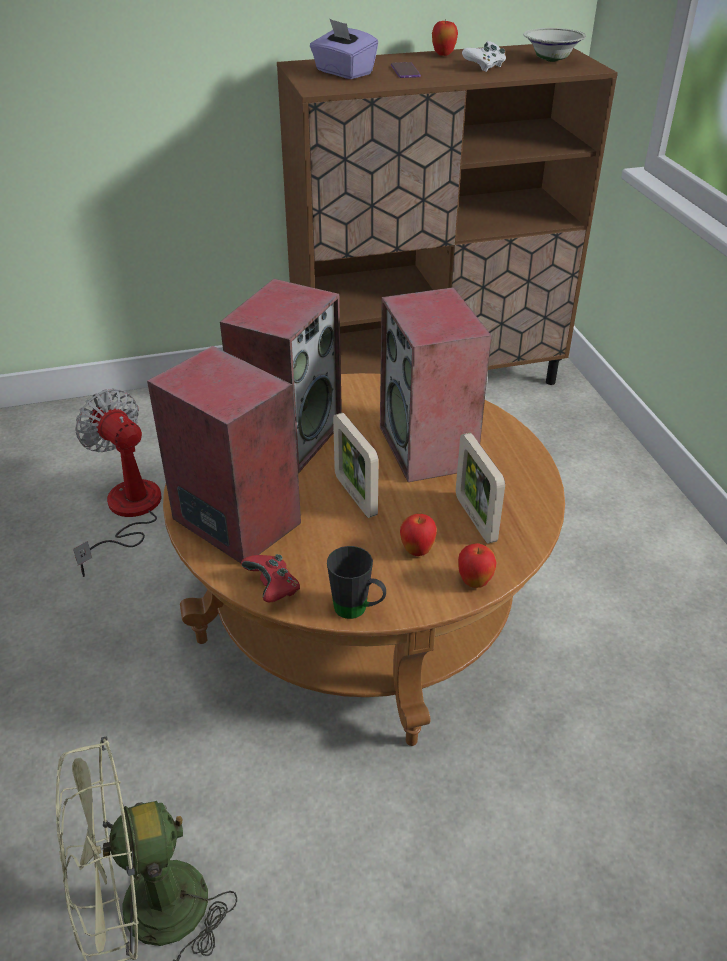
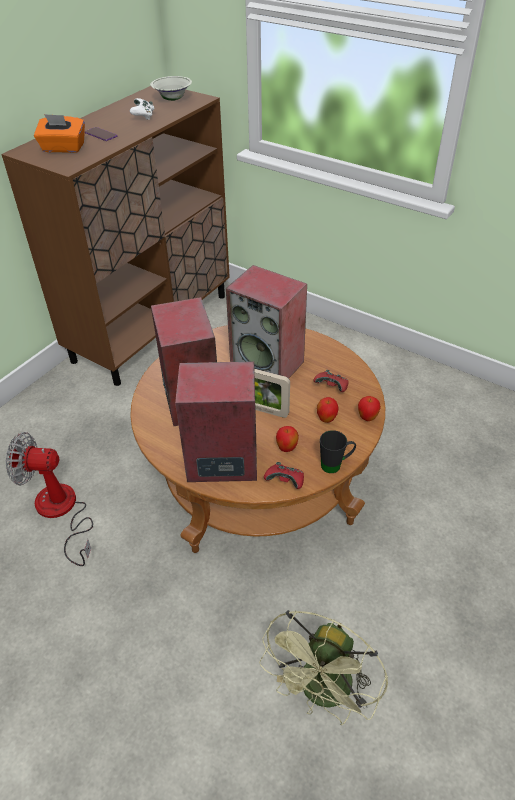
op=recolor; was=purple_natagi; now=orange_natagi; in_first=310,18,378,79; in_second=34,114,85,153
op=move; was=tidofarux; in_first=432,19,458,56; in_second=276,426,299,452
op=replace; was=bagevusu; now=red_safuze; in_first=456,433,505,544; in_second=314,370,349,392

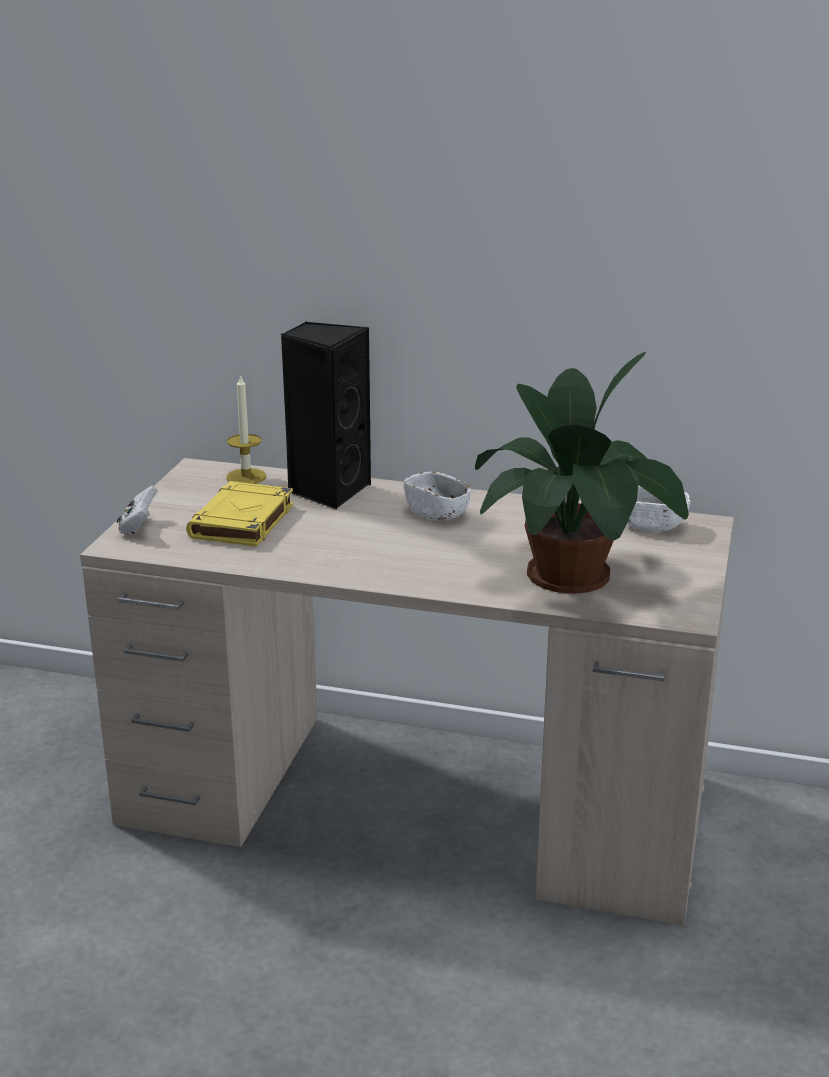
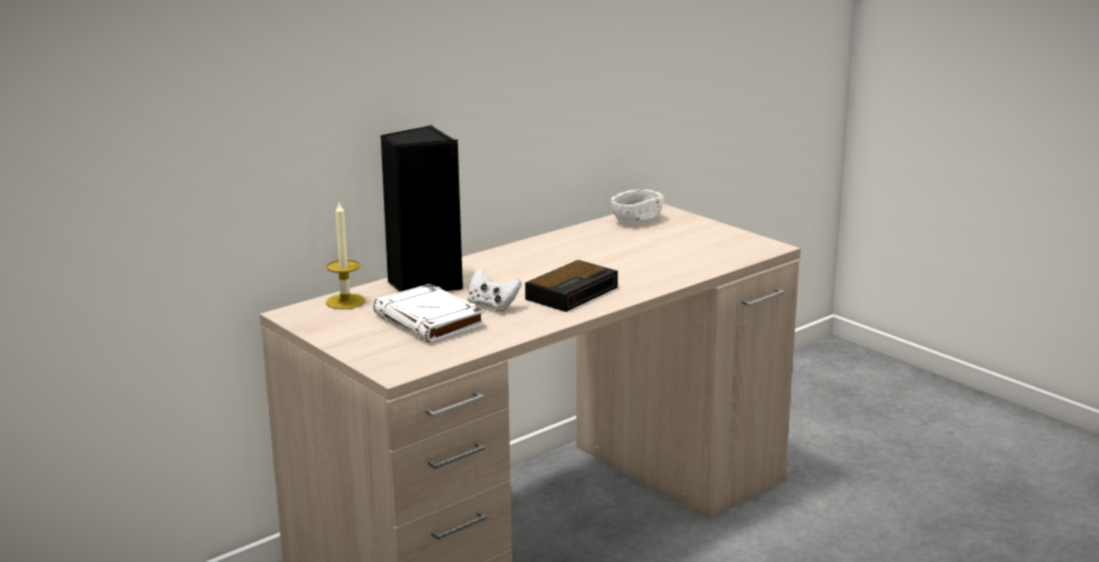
op=move; was=white_safuze; in_first=117,486,158,535; in_second=468,269,522,312
op=recolor; was=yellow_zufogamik; now=white_zufogamik; in_first=186,481,294,547; in_second=373,284,485,343
op=delete; was=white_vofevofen; in_first=403,472,471,520
op=delete; was=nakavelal; in_first=475,352,689,594
op=insert; now=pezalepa; in_second=525,260,618,312

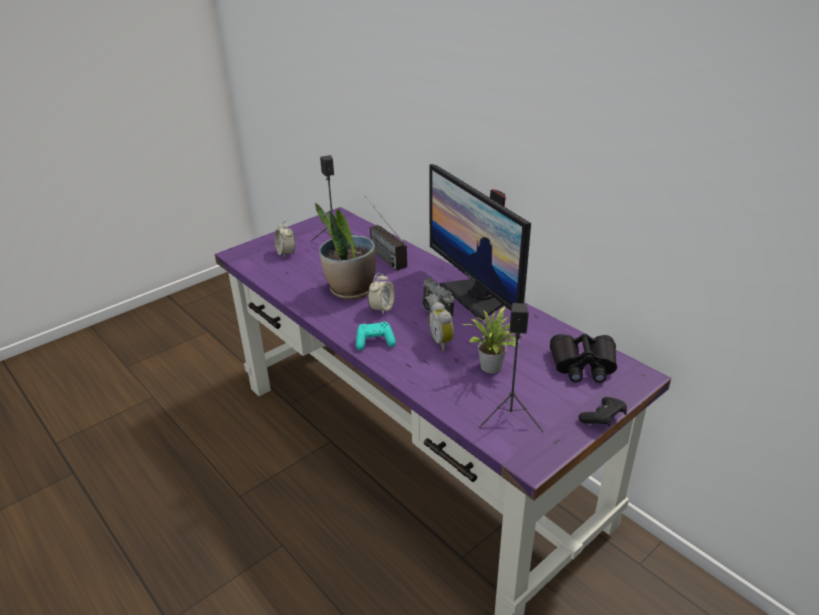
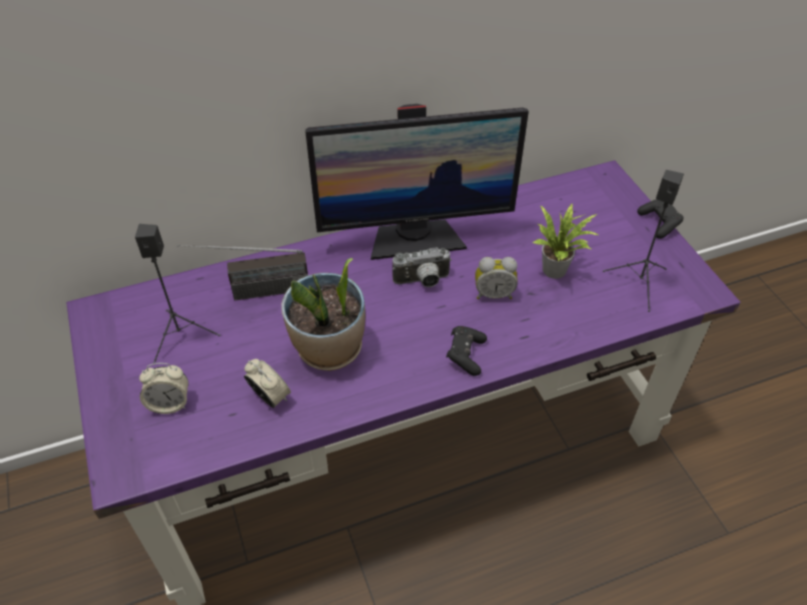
op=recolor; was=turquoise_safuze; now=black_safuze; in_first=356,322,396,351; in_second=446,326,487,376
op=move; was=pezalepa; in_first=368,272,395,315; in_second=244,359,291,408
op=delete; was=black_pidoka; in_first=550,334,617,383

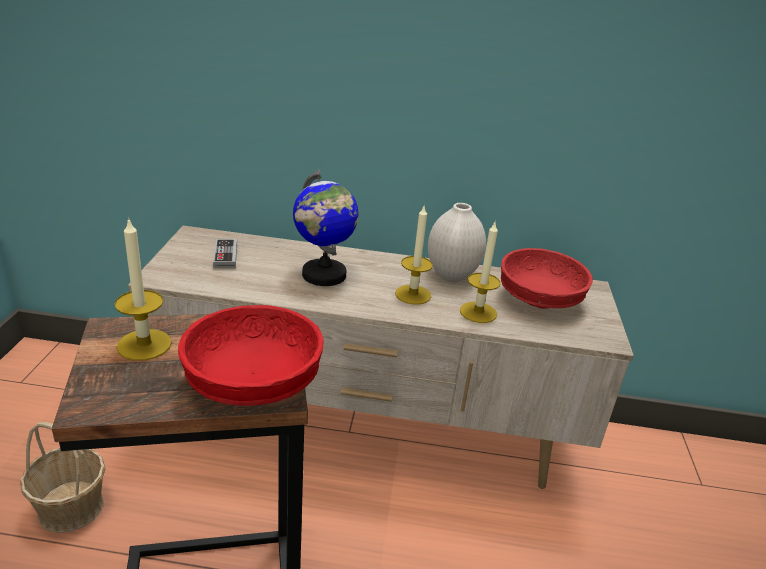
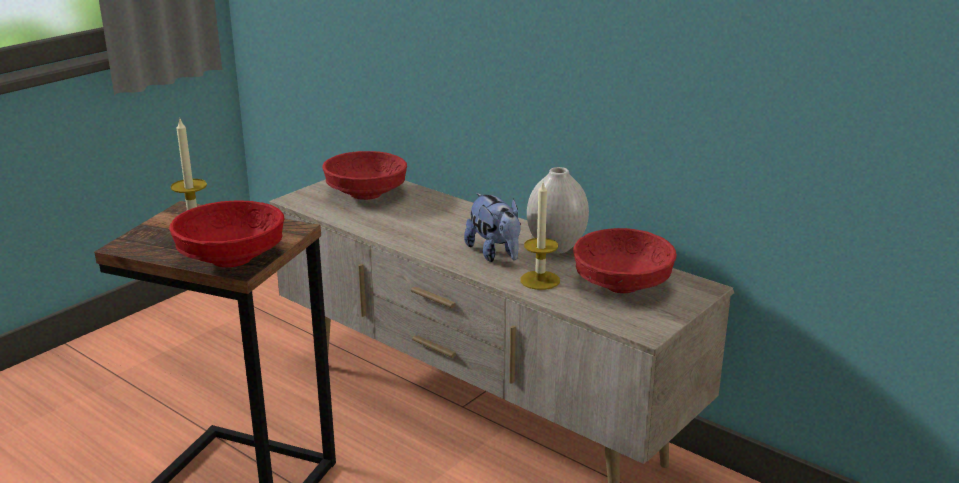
op=delete; was=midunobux; in_first=20,422,105,533
op=replace; was=safuze; now=red_vofevofen; in_first=213,239,237,268; in_second=322,151,407,200
op=delete; was=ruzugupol; in_first=293,170,359,286
op=replace; was=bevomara; now=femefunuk; in_first=395,204,433,305; in_second=464,193,521,262

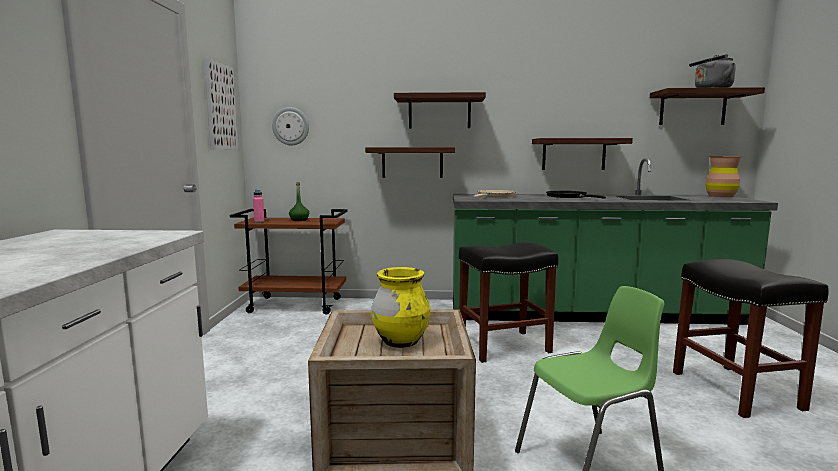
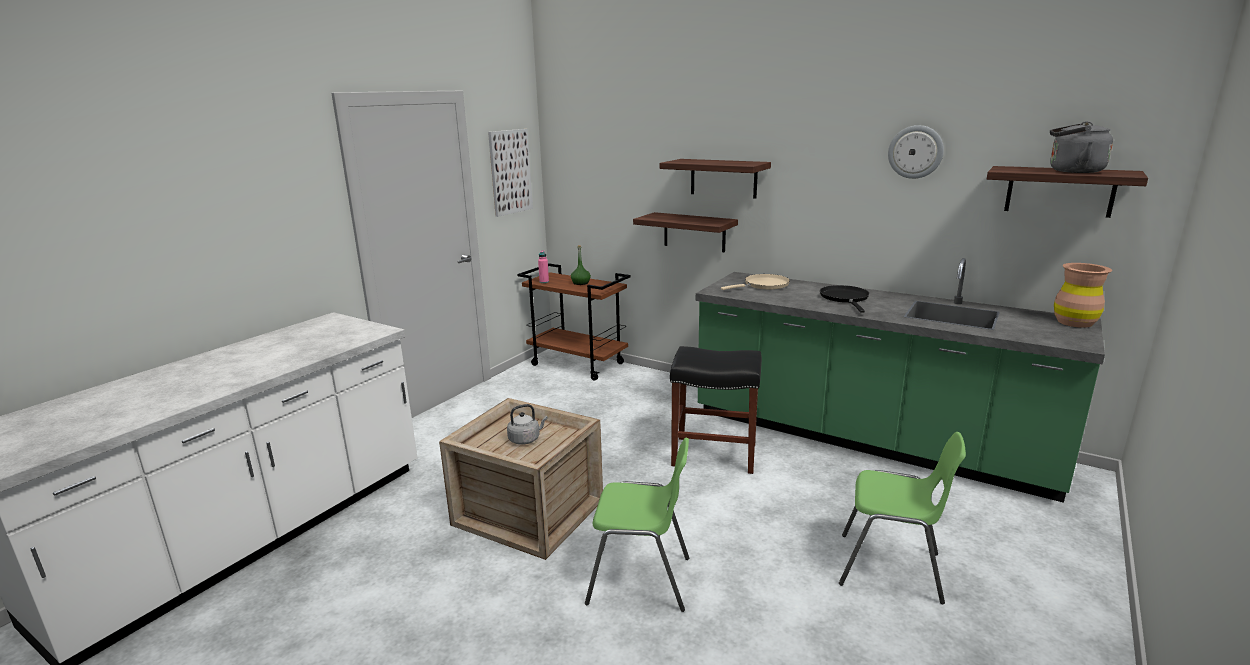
op=move; was=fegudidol; in_first=272,107,309,145; in_second=888,125,944,179
op=replace; was=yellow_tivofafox; now=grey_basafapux; in_first=371,267,430,348; in_second=507,404,548,445
op=delete; was=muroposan; in_first=532,138,633,170
op=replace; was=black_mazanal; now=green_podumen; in_first=673,259,829,418; in_second=839,432,966,604

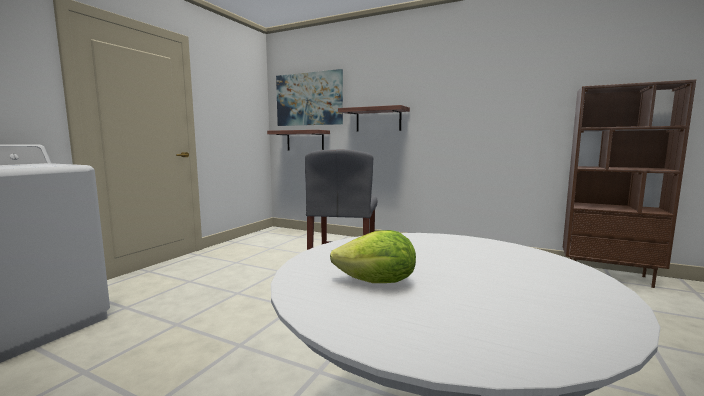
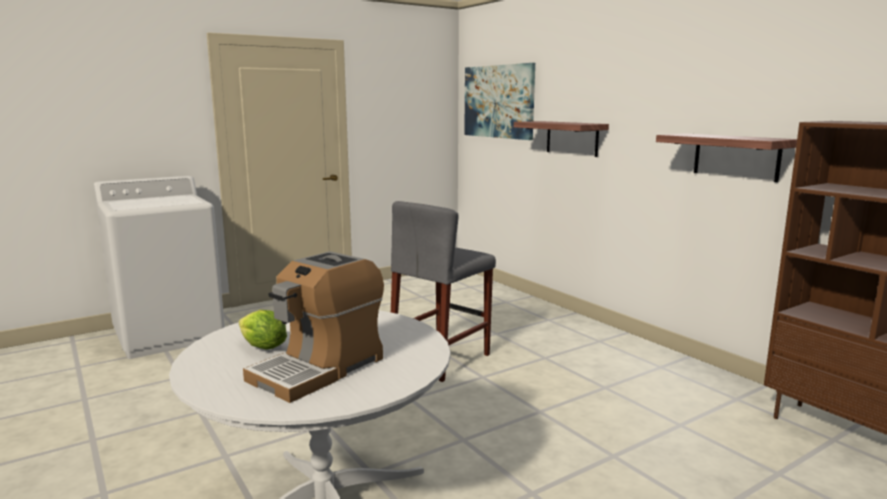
op=move; was=muroposan; in_first=267,130,330,150; in_second=656,133,797,182
op=insert; now=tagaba; in_second=243,251,384,403

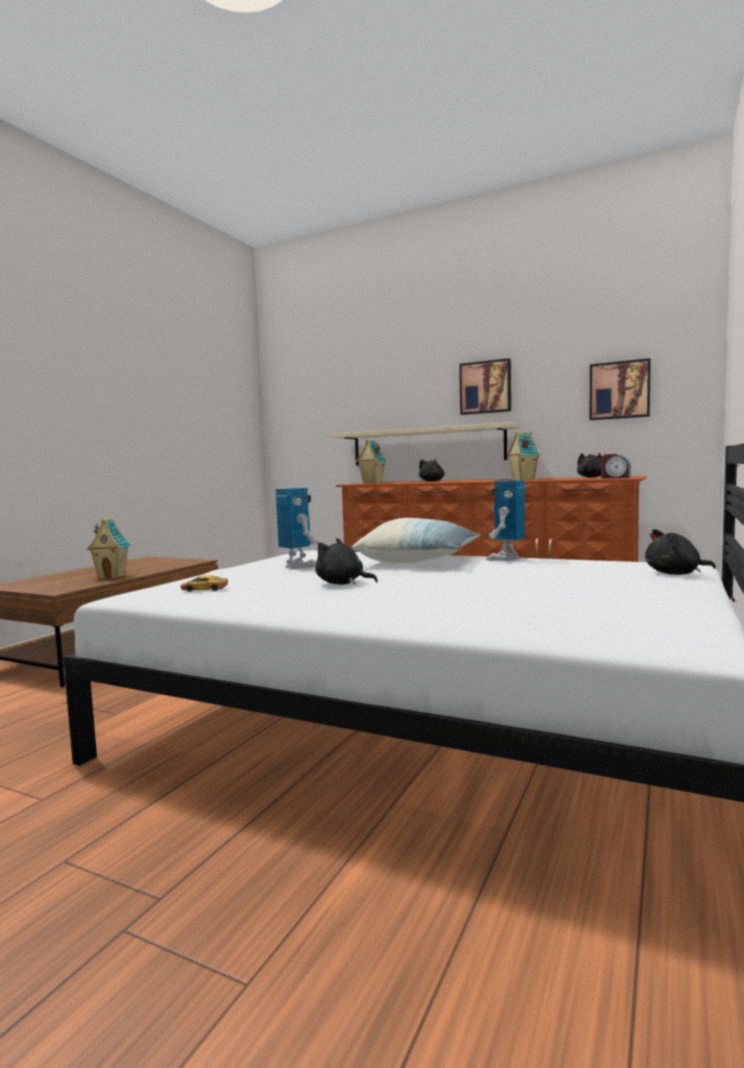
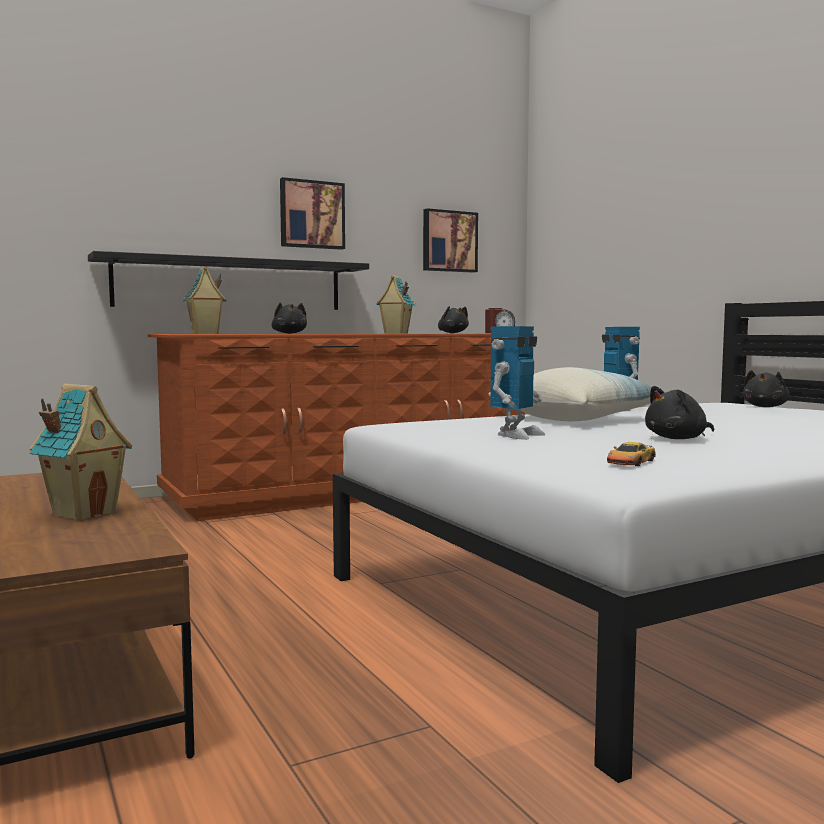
op=rotate; was=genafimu; in_first=275,488,318,569; in_second=490,326,545,440; clockwise=135
op=recolor; was=beige_muroposan; now=black_muroposan; in_first=331,422,520,465; in_second=88,251,369,310

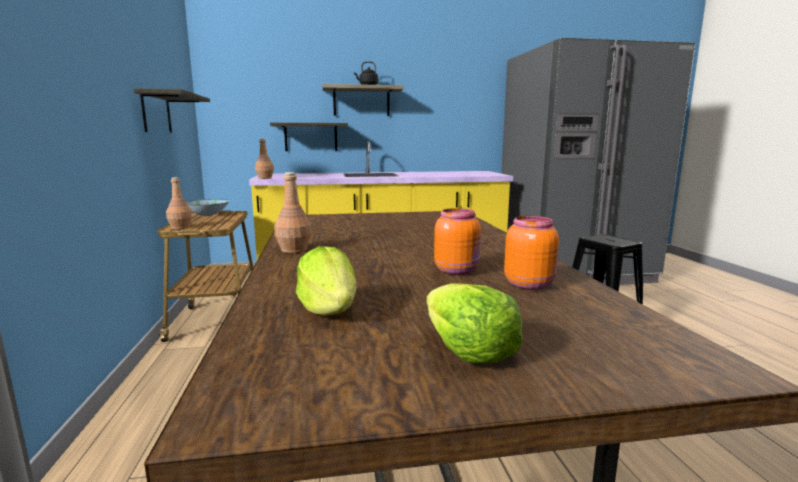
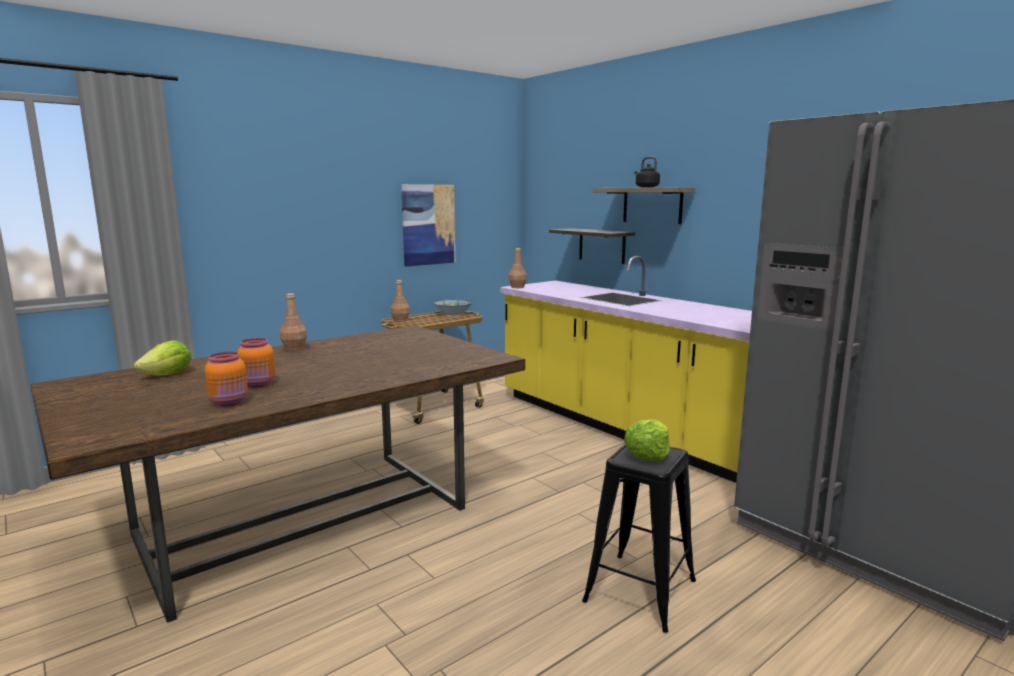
op=replace; was=muroposan; now=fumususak; in_first=134,88,210,133; in_second=401,184,455,267
op=move; was=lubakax; in_first=427,283,523,364; in_second=624,420,670,461

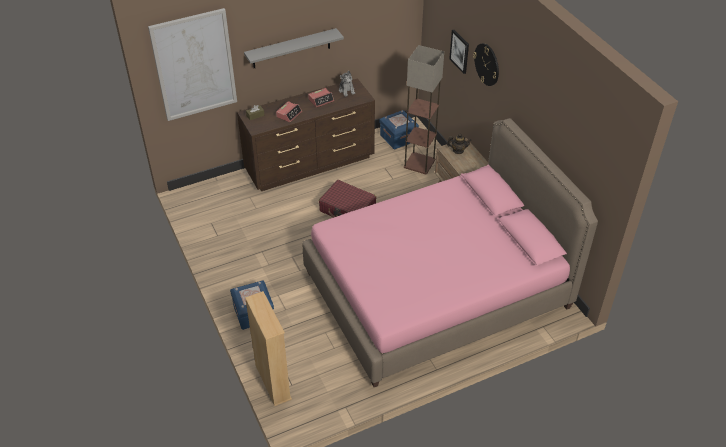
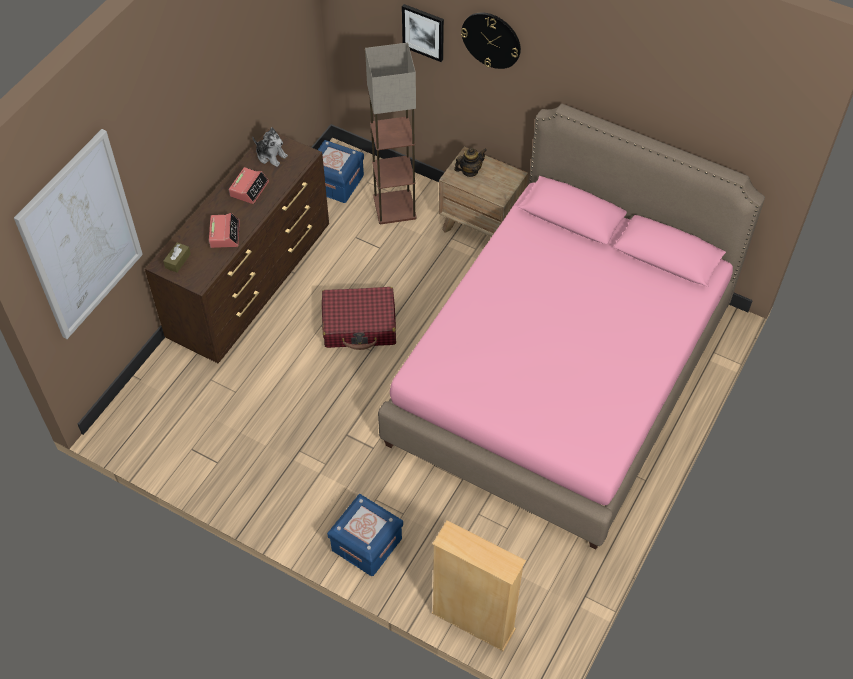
op=delete; was=grey_muroposan; in_first=244,28,344,68

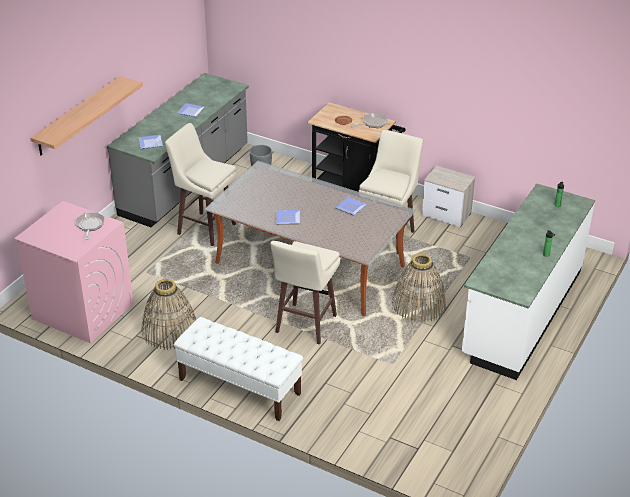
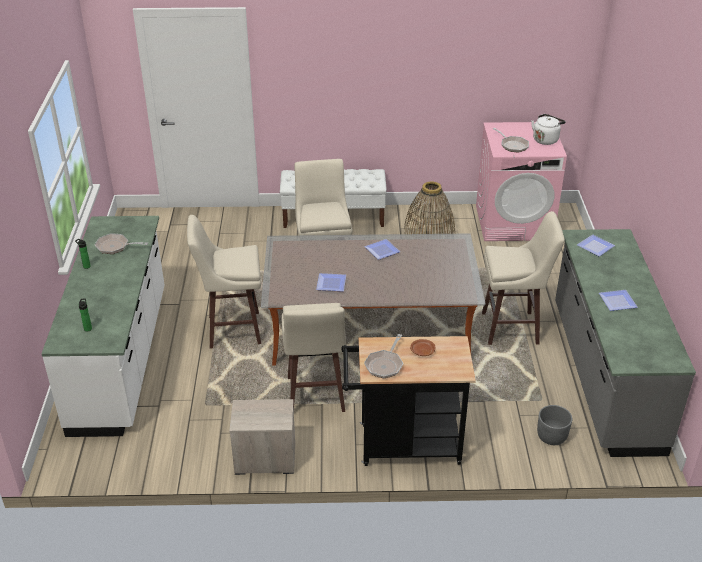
op=delete; was=muroposan; in_first=30,76,143,155
op=replace; was=midunobux; now=beige_mazanal; in_first=392,254,446,323; in_second=187,215,261,349
op=insert; now=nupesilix; in_second=95,233,148,254
op=insert; now=white_basafapux; in_second=531,114,566,145

